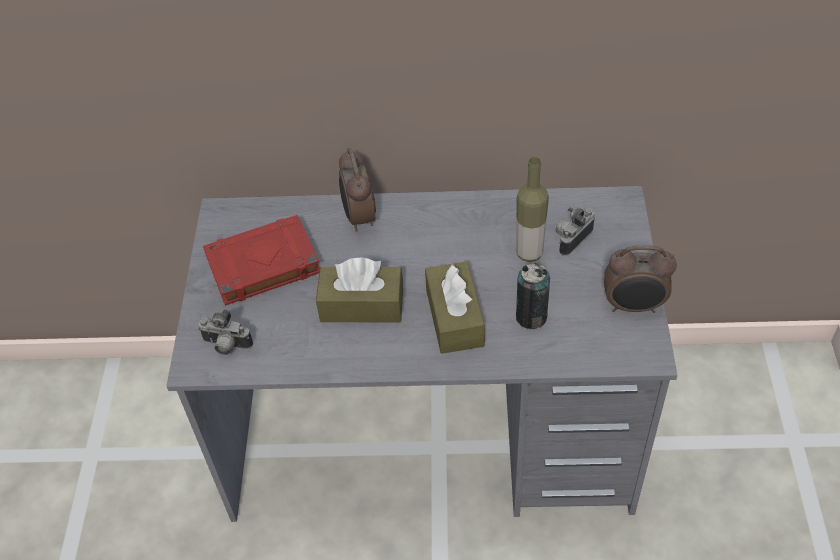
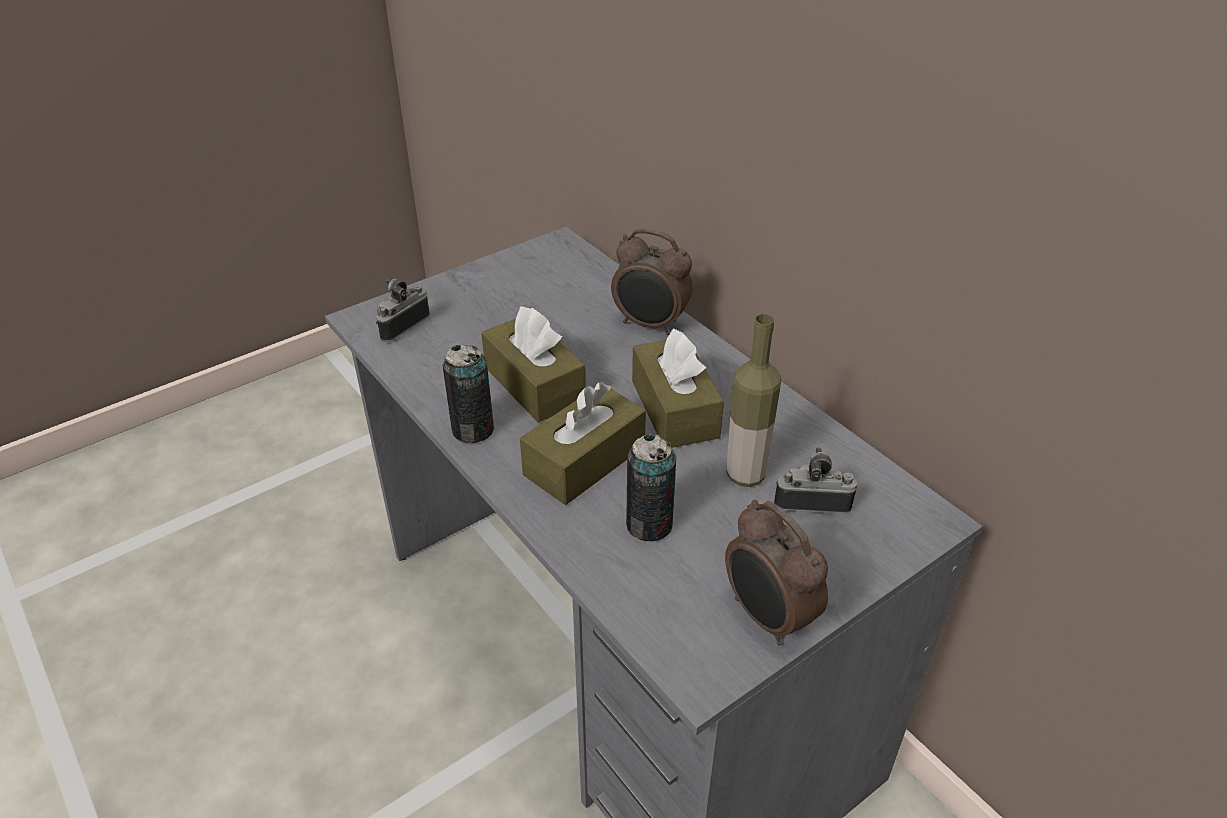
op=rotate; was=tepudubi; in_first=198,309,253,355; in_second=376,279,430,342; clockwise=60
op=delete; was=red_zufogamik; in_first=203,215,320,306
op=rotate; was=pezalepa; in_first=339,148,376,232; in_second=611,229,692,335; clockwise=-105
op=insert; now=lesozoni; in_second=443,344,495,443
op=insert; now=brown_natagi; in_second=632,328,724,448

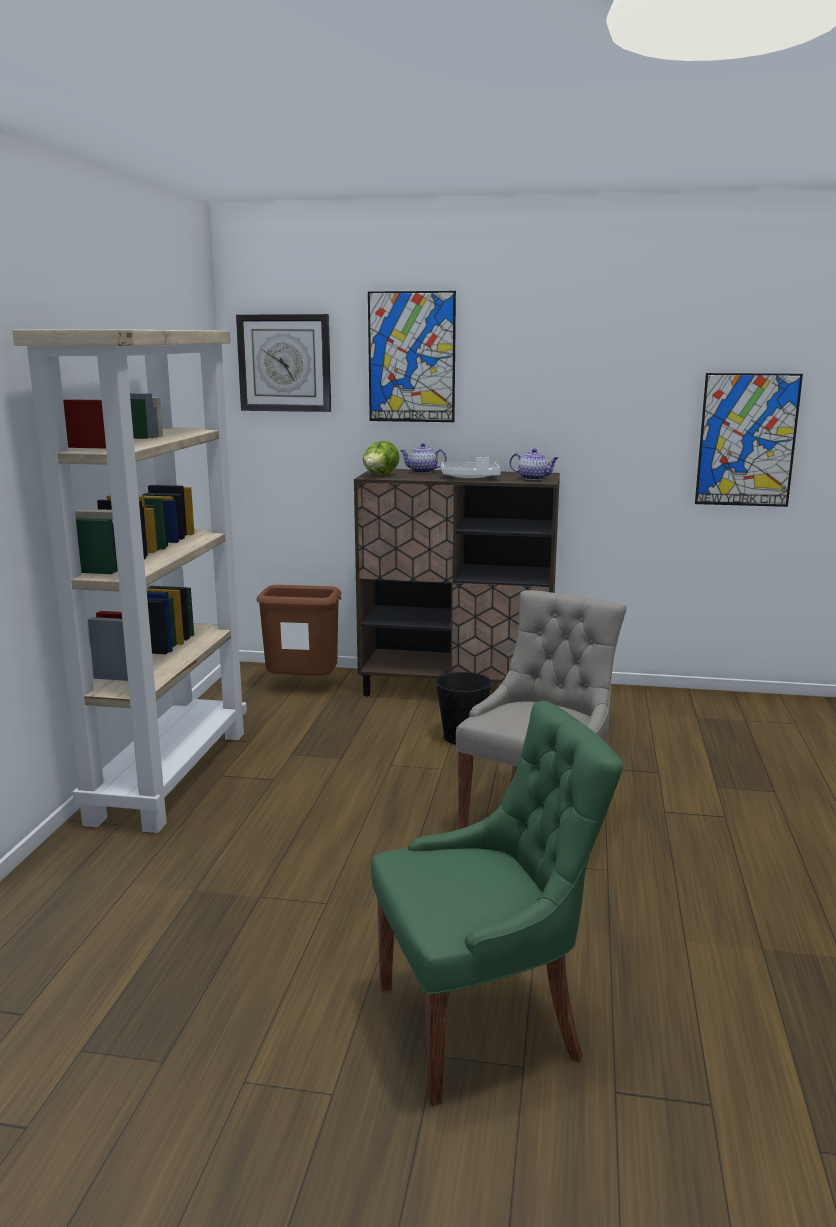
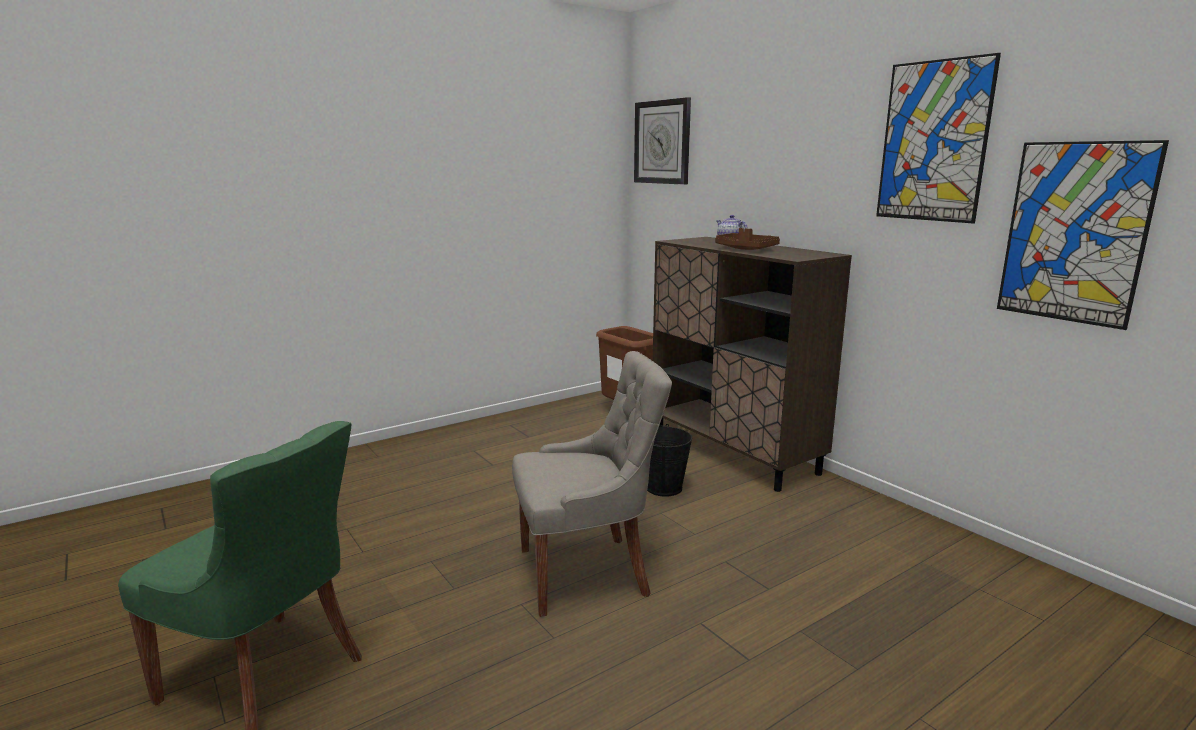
op=delete; was=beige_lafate; in_first=12,329,247,833
op=delete; was=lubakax; in_first=363,441,400,475
op=move; was=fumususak; in_first=368,291,456,422; in_second=876,53,1001,224
op=recolor; was=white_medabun; now=brown_medabun; in_first=441,457,501,478; in_second=715,228,780,250
op=delete; was=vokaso; in_first=509,448,558,480

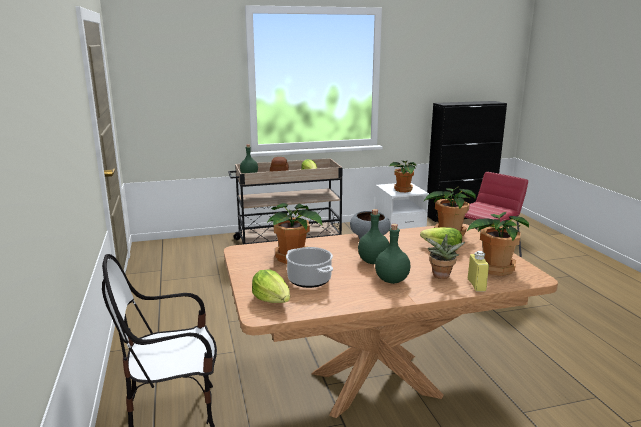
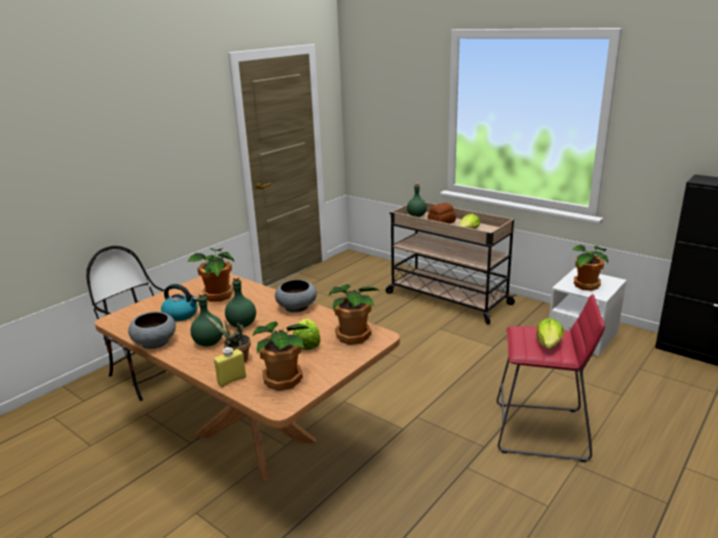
op=move; was=lubakax; in_first=252,269,290,303; in_second=536,318,564,349
op=replace; was=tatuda; now=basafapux; in_first=286,247,333,288; in_second=161,284,198,321
op=insert; now=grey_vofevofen; in_second=128,311,176,349

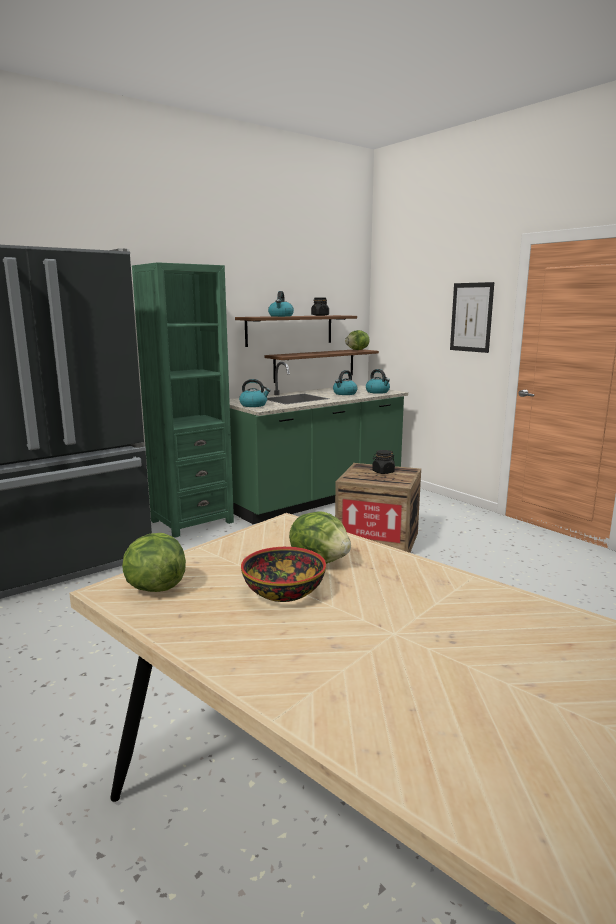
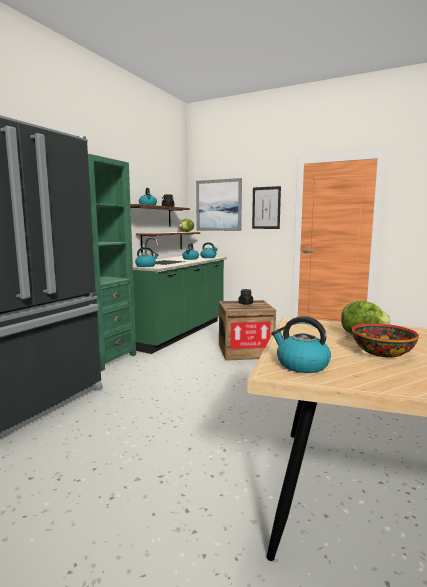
op=replace; was=lubakax; now=basafapux; in_first=122,533,186,592; in_second=271,316,331,373
op=insert; now=fumususak; in_second=196,178,242,231

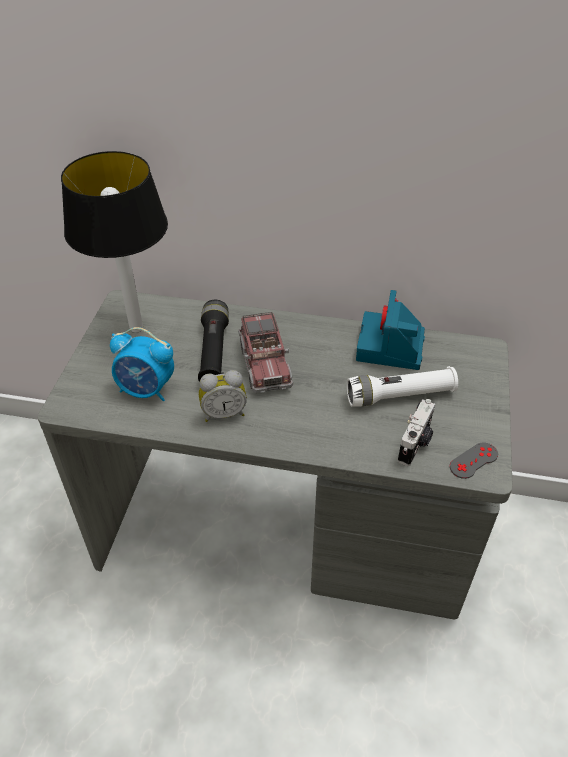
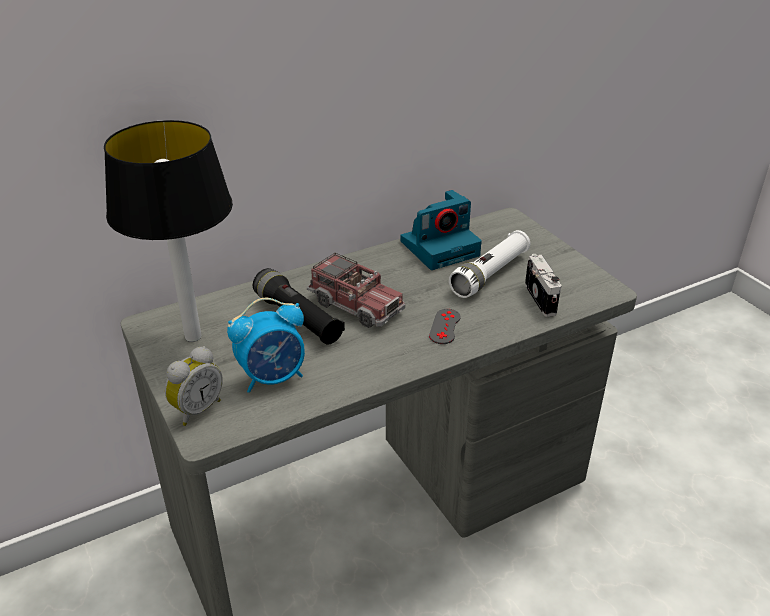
op=move; was=pezalepa; in_first=199,370,247,422; in_second=165,346,223,426
op=rotate; was=tepudubi; in_first=356,290,425,370; in_second=400,190,482,270; clockwise=-90
op=move; was=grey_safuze; in_first=450,442,498,479; in_second=429,309,460,344

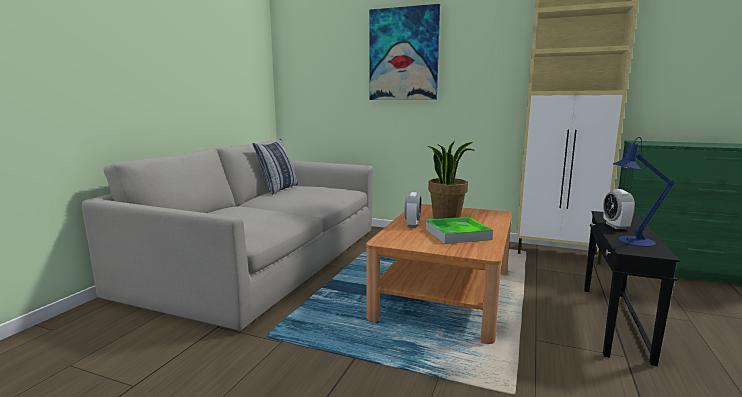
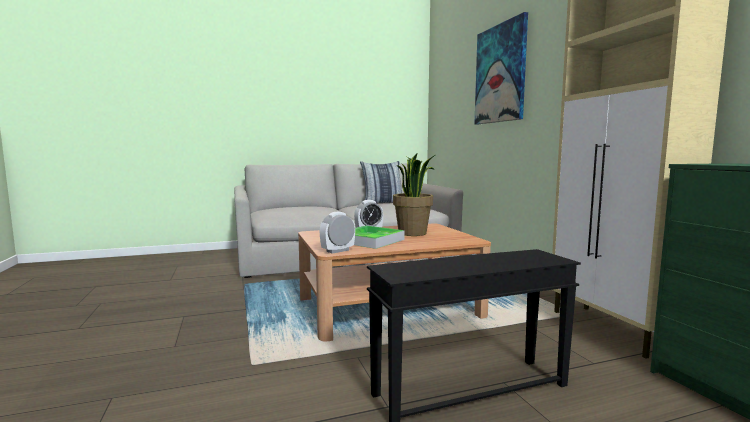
op=move; was=pezalepa; in_first=603,189,635,229; in_second=320,212,355,254
op=delete; was=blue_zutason; in_first=613,137,674,247

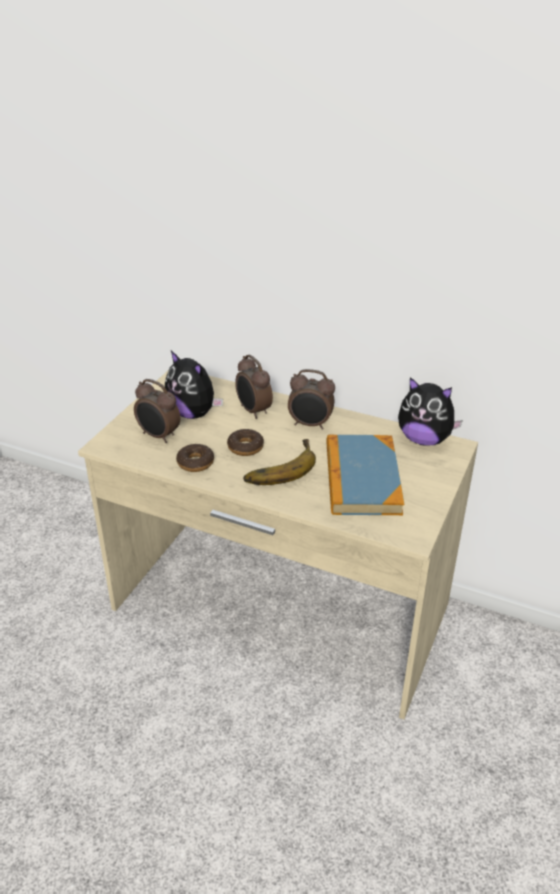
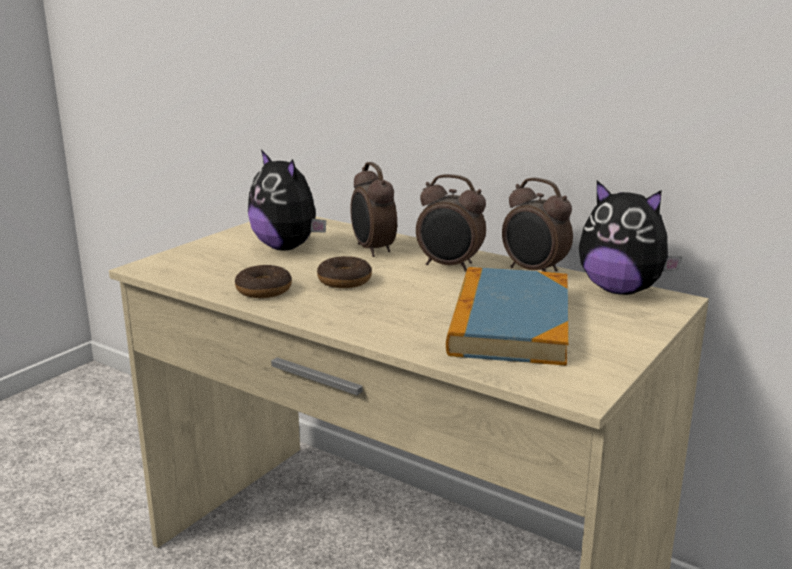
op=move; was=pezalepa; in_first=134,379,181,443; in_second=502,178,573,272
op=delete; was=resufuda; in_first=243,439,316,485

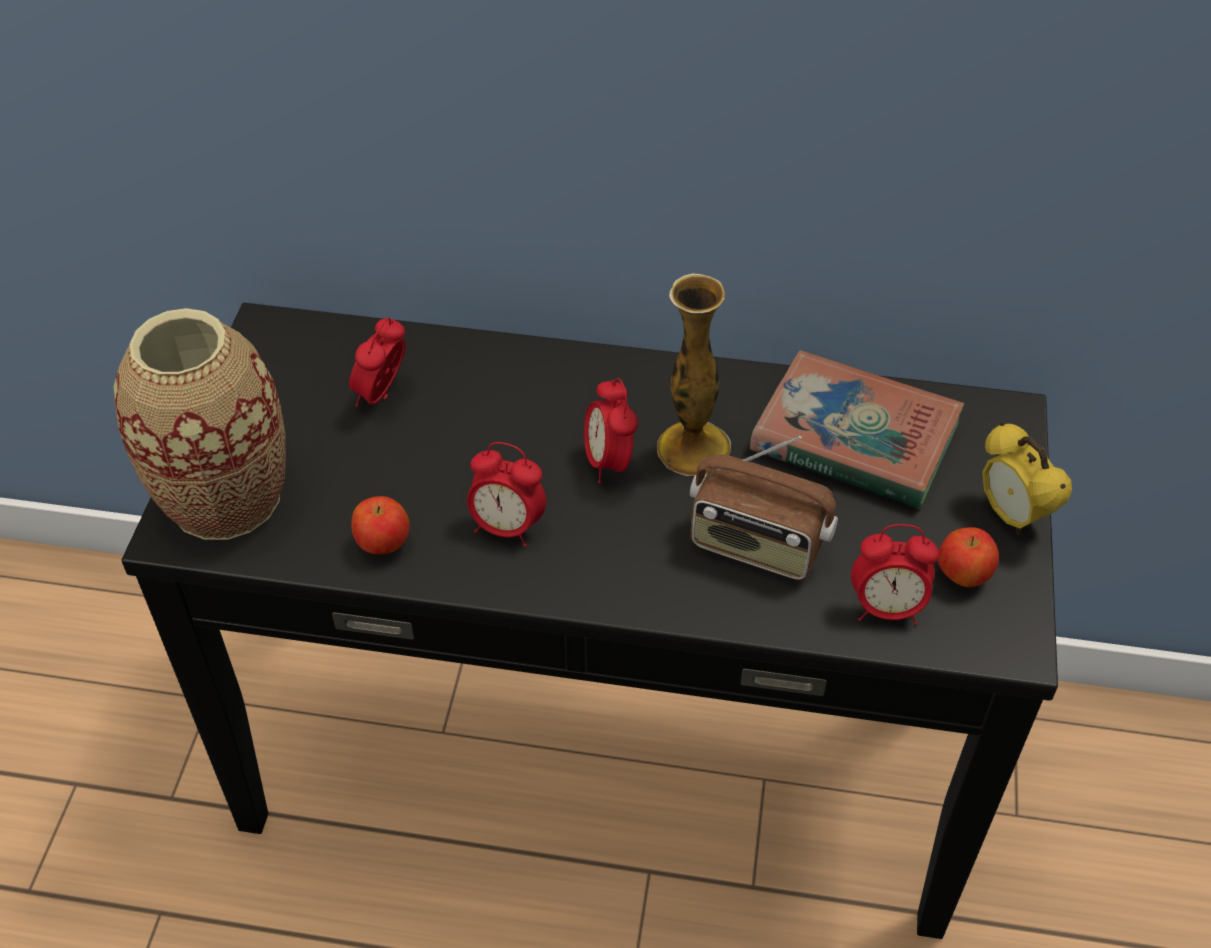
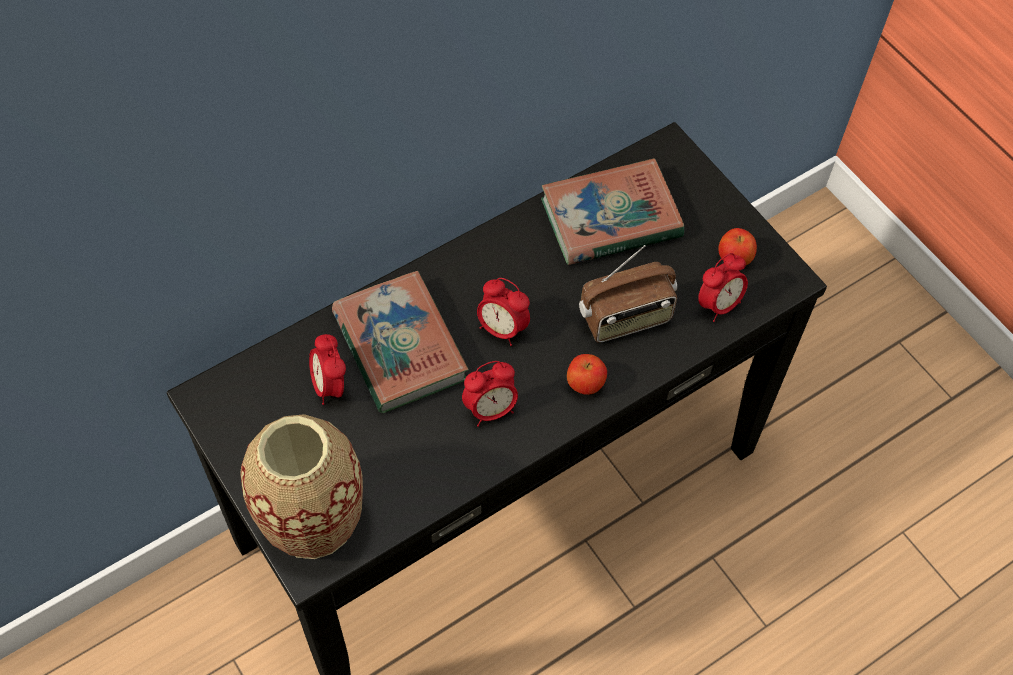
op=move; was=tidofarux; in_first=351,496,410,554; in_second=567,354,607,395
op=delete; was=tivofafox; in_first=657,273,731,476
op=delete; was=pezalepa; in_first=982,422,1072,535
op=insert; now=zufogamik; in_second=332,271,469,413

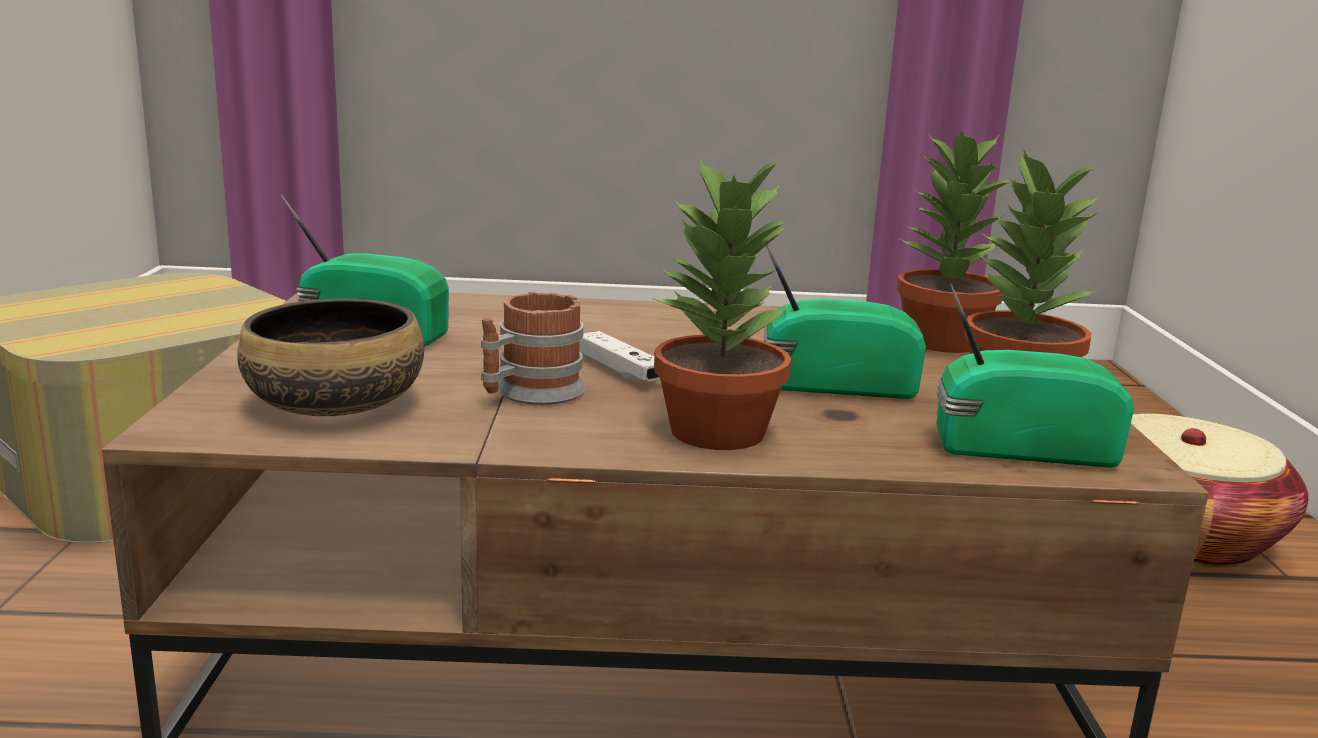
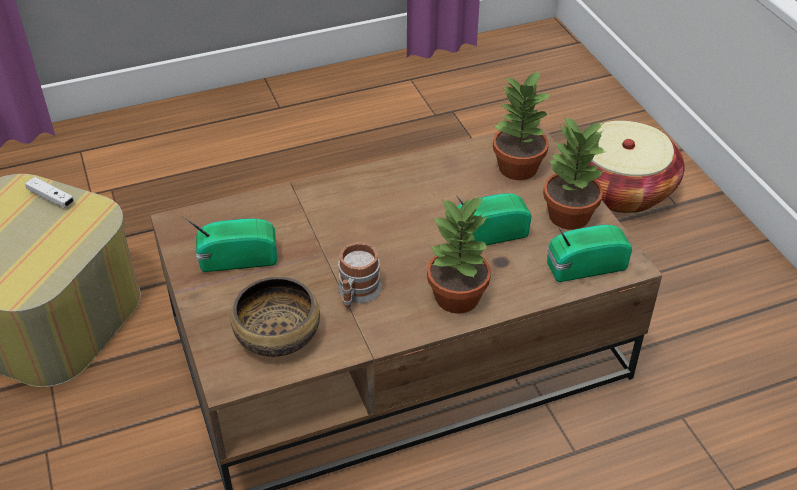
op=move; was=white_safuze; in_first=579,331,660,382; in_second=25,177,74,208

